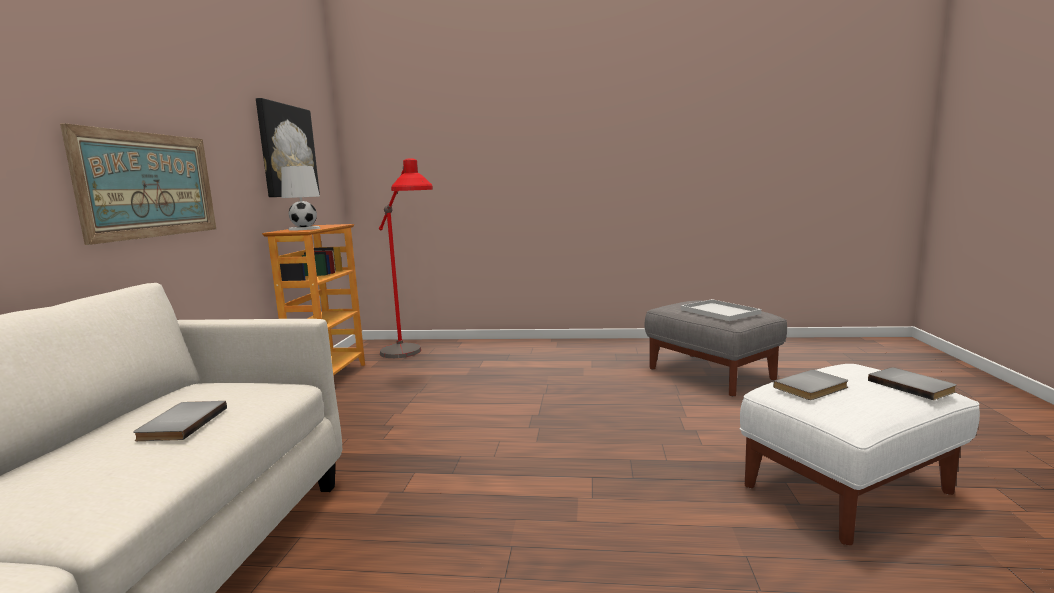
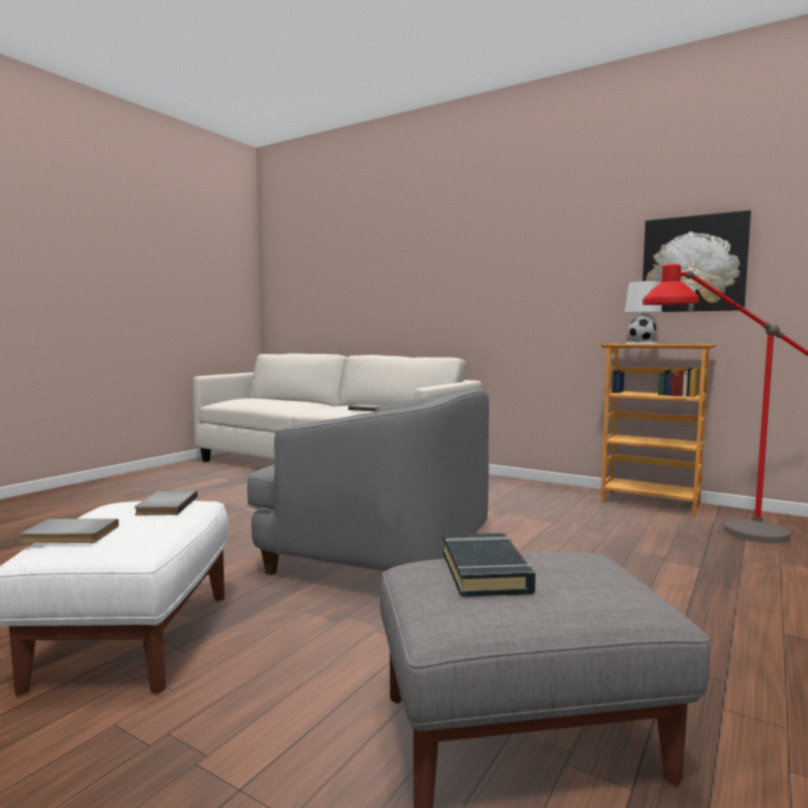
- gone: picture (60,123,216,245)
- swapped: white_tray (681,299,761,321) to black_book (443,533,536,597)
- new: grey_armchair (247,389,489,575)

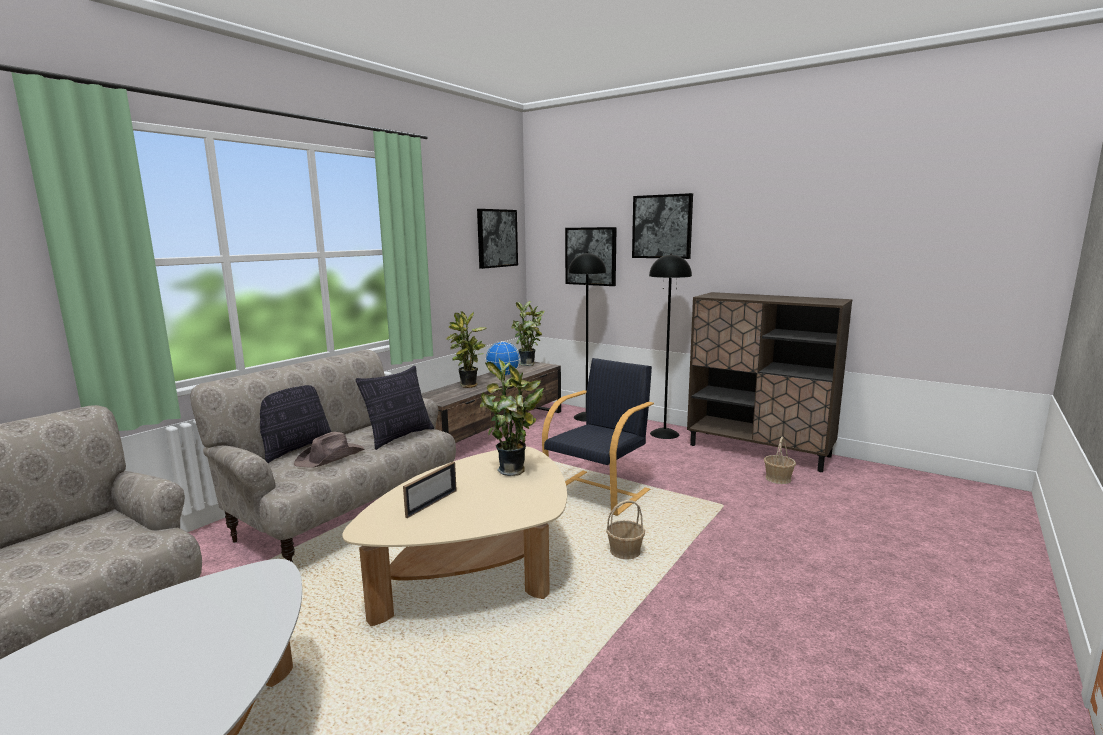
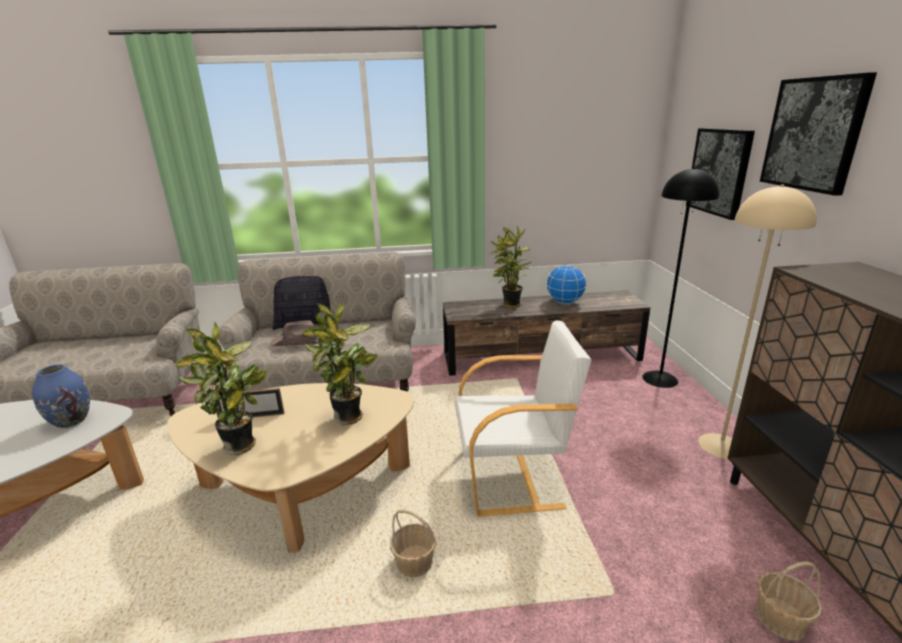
- gone: picture (477,209,518,269)
- repainted: black_floor_lamp (649,253,692,439) to beige_floor_lamp (698,185,817,459)
- shifted: potted_plant (511,301,545,366) to (175,321,267,455)
- repainted: black_armchair (542,358,654,516) to white_armchair (454,320,592,517)
- gone: pillow (355,366,434,450)
- new: blue_vase (32,364,90,428)

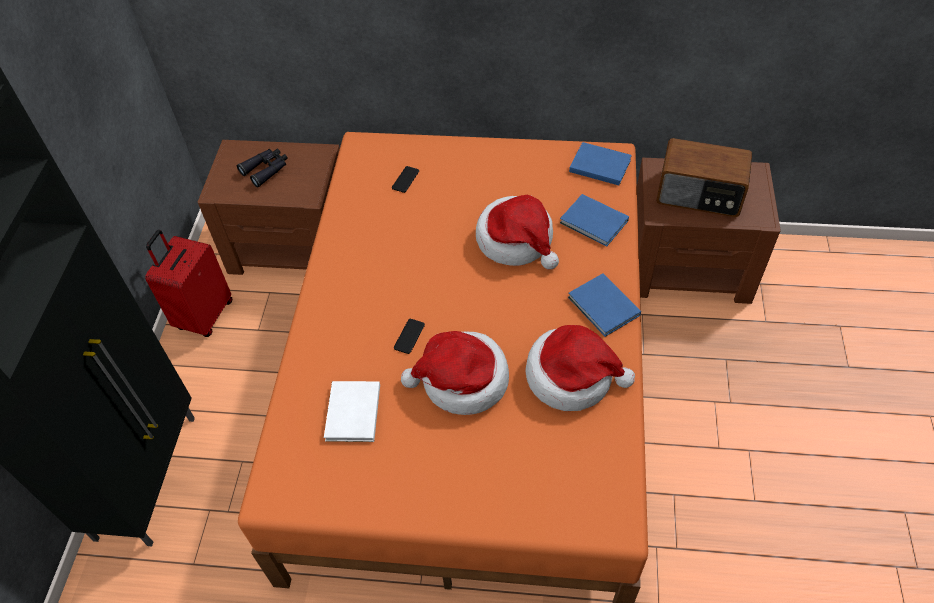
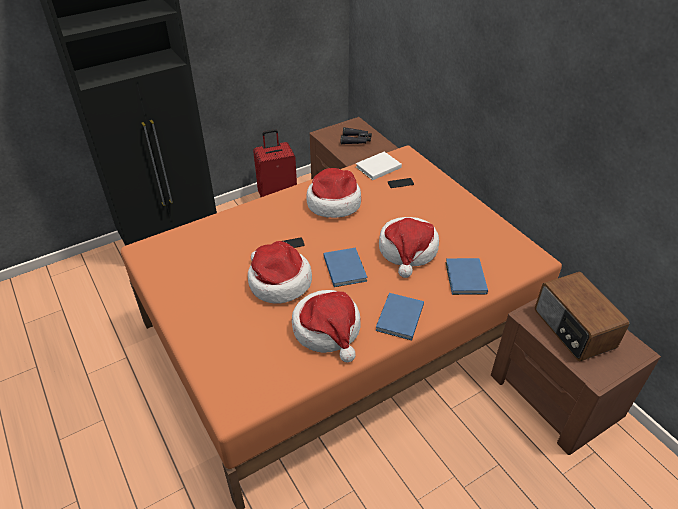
- shifted: blue_book (569,142,632,185) to (324,248,367,287)
- shifted: white_book (324,381,380,442) to (356,152,402,180)
- new: hat (307,168,361,218)

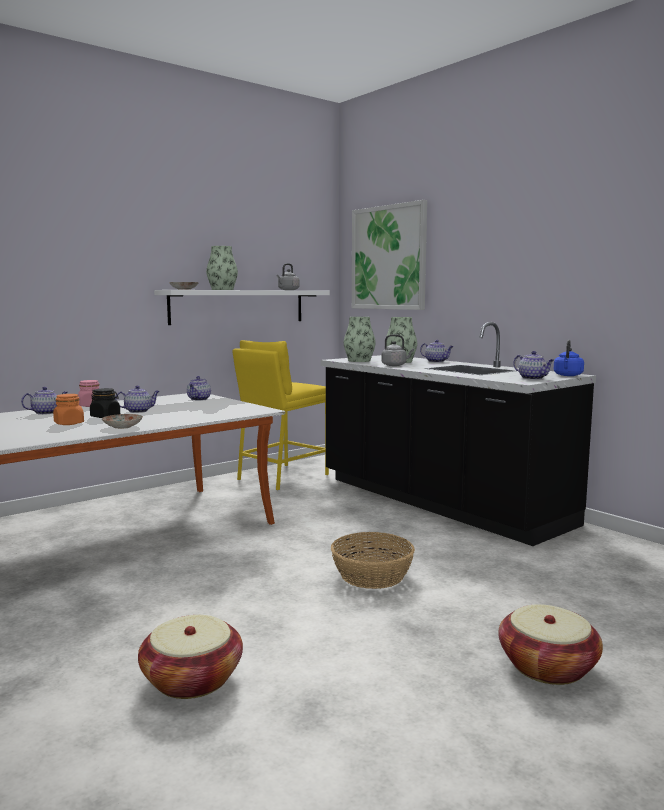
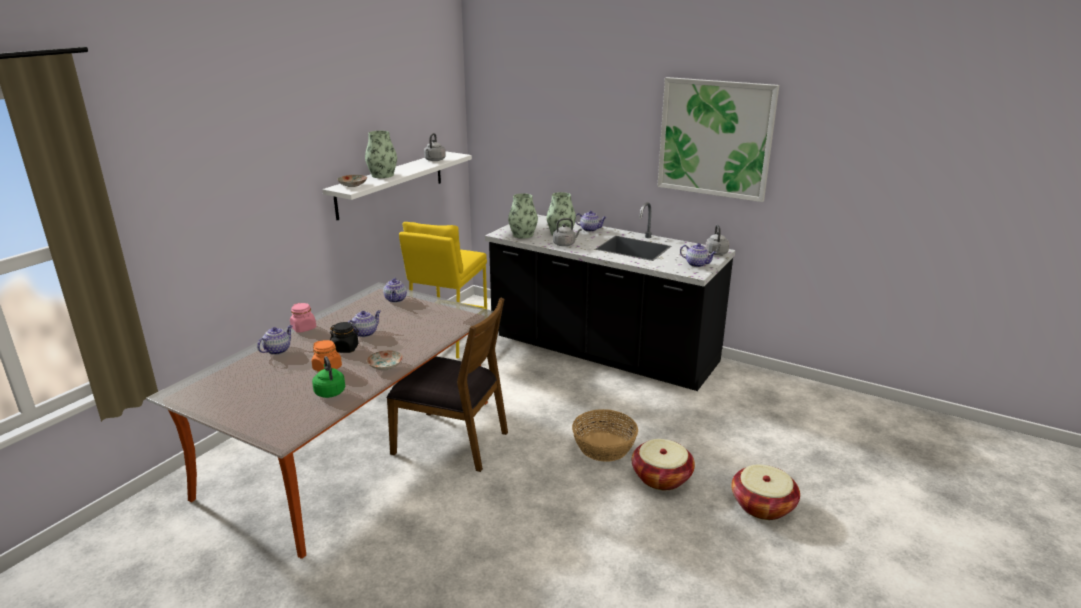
- shifted: picture (352,200,427,310) to (657,77,779,202)
- repainted: blue_kettle (554,340,584,376) to grey_kettle (705,225,729,255)
- shifted: basket (138,615,243,699) to (632,439,695,490)
- new: brown_chair (386,297,508,472)
- new: green_kettle (312,356,345,398)

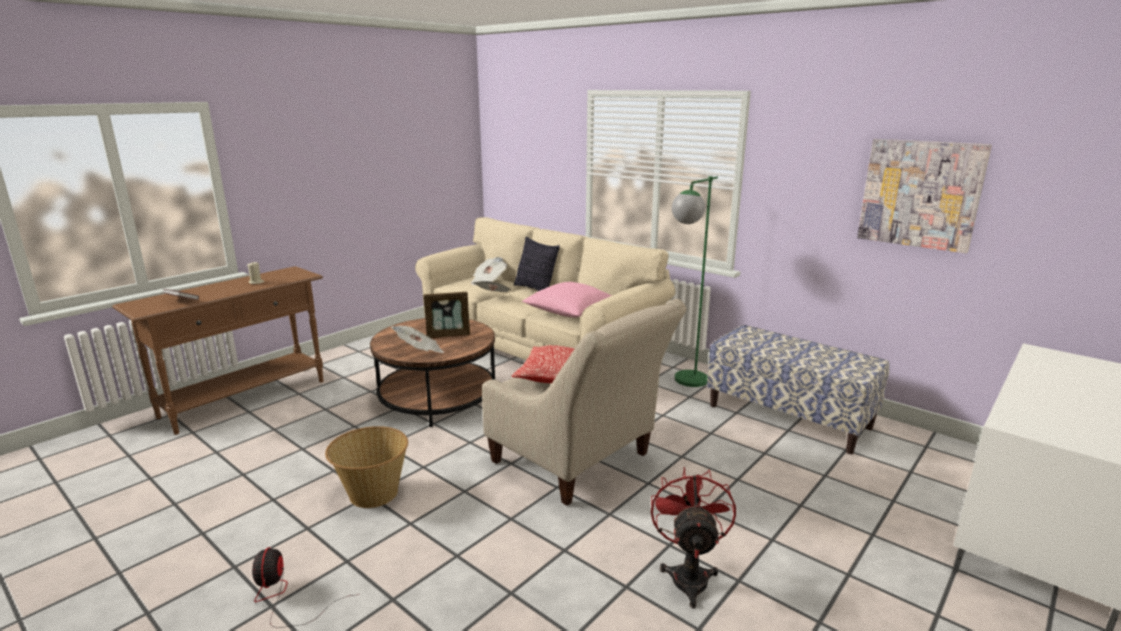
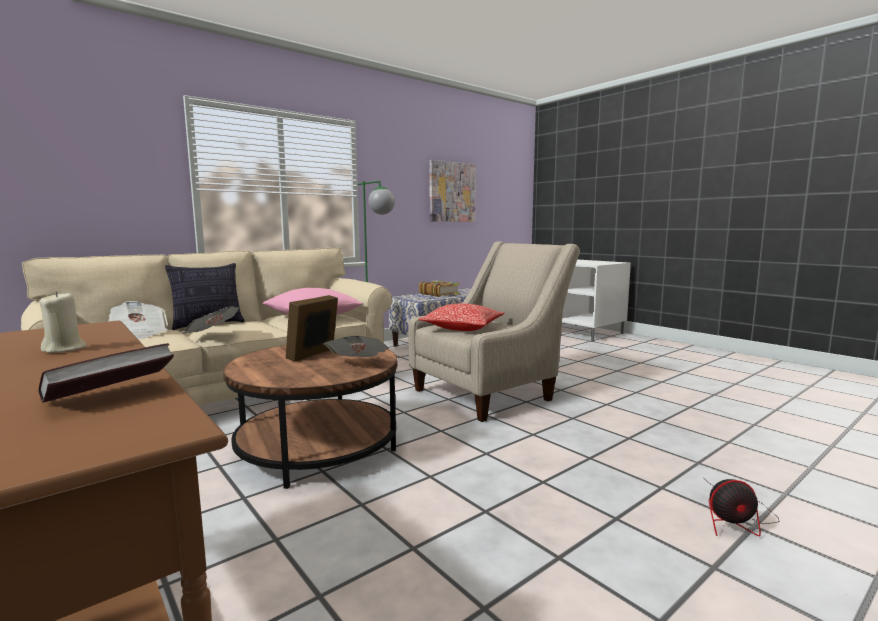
- rotated: picture_frame (424,292,470,338) = (286,295,338,362) 150 degrees counterclockwise
- gone: basket (325,426,408,508)
- gone: red_fan (651,467,736,608)
- new: book (419,280,459,297)

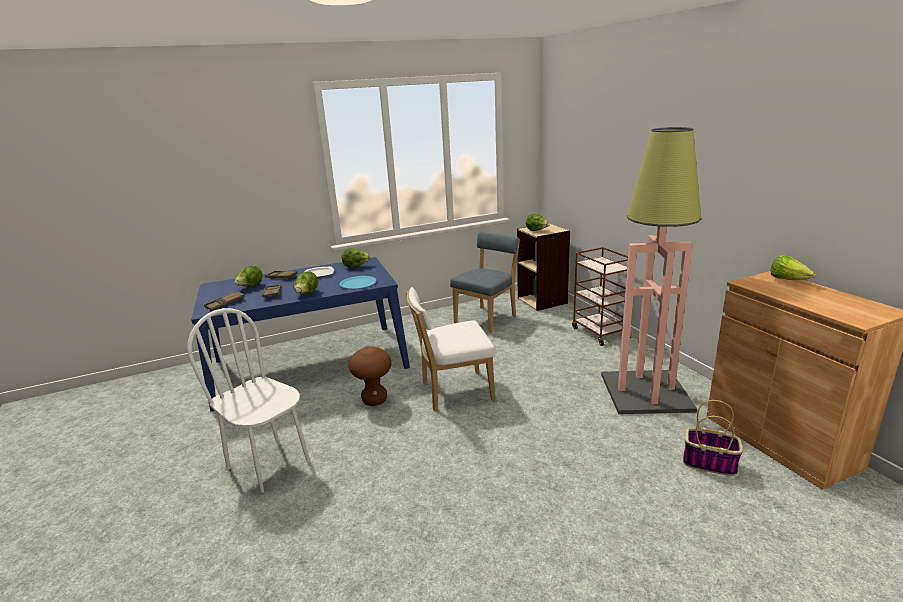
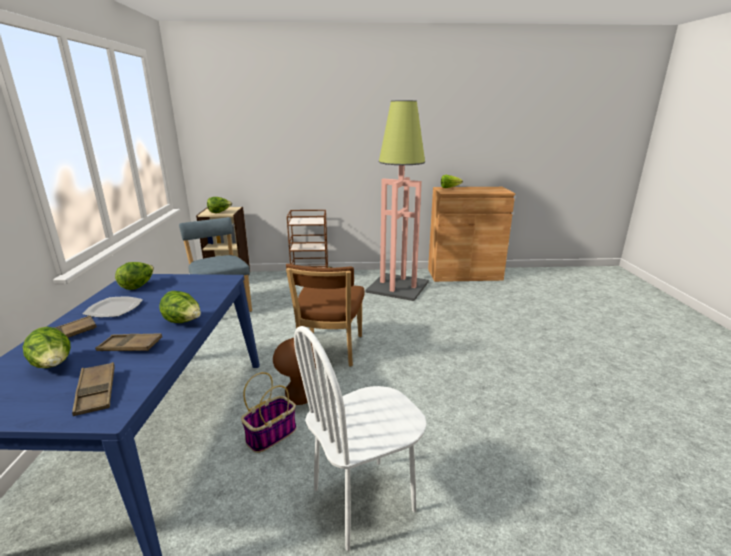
- gone: blue_plate (340,276,376,289)
- repainted: white_chair (406,287,495,411) to brown_chair (286,264,365,366)
- shifted: basket (683,400,743,476) to (241,372,296,453)

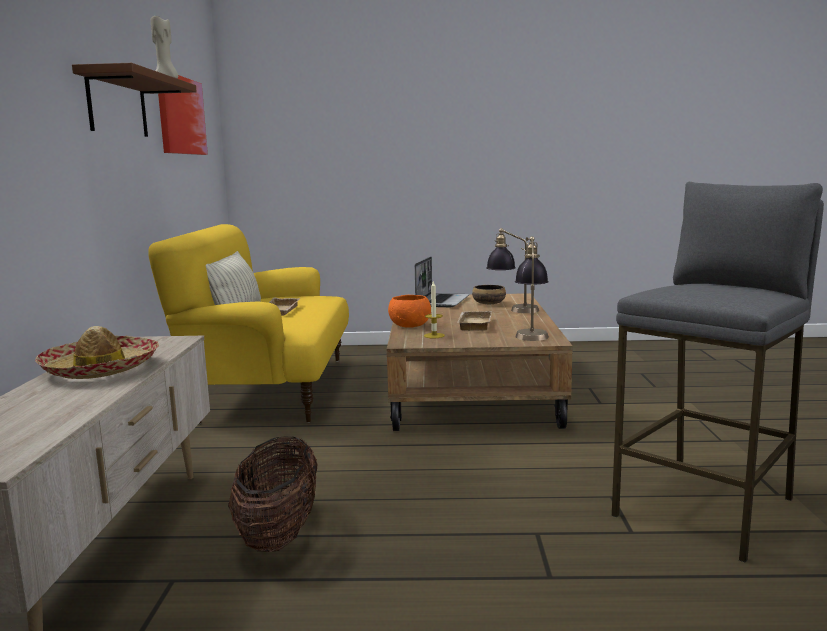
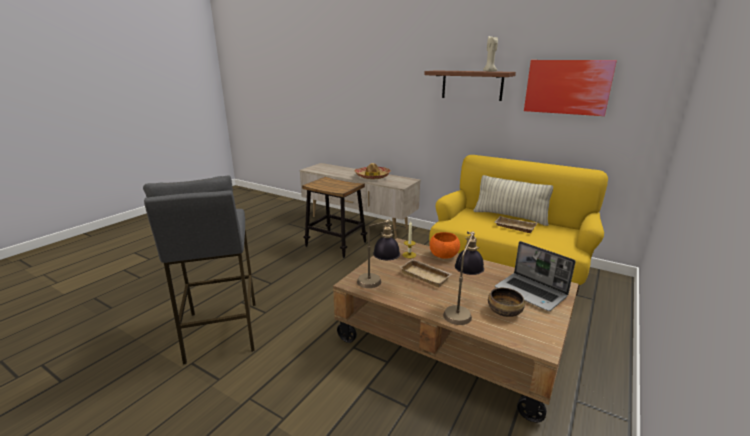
- swapped: basket (228,436,318,552) to stool (302,177,367,258)

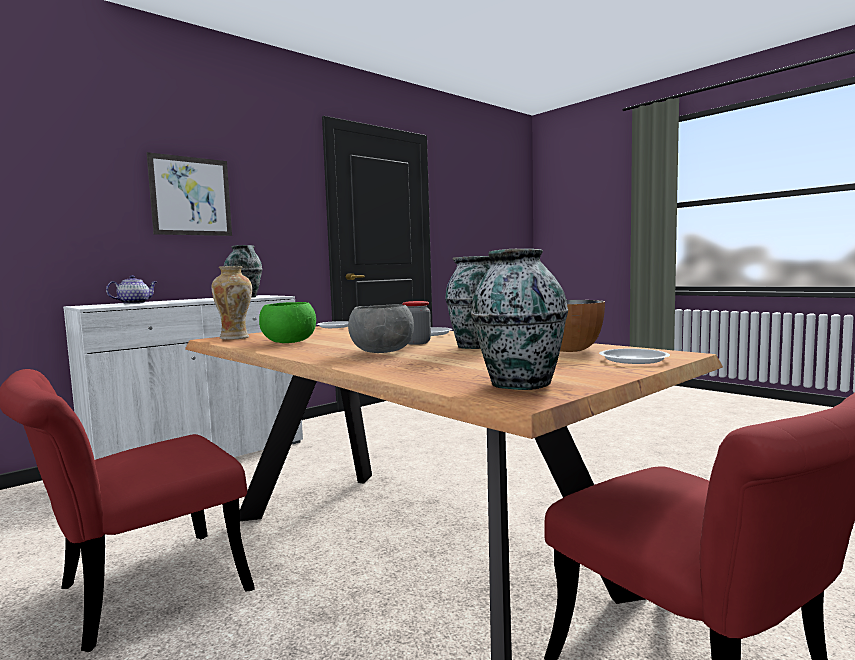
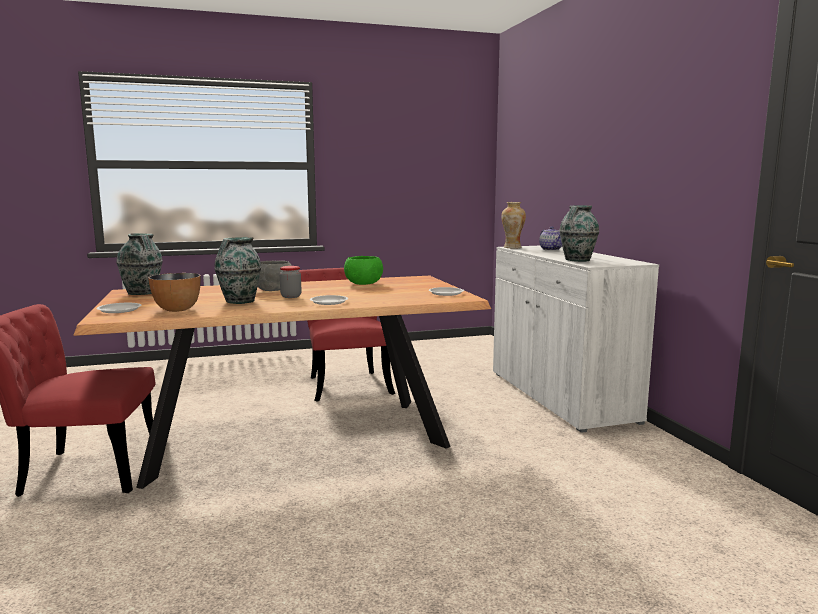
- gone: picture (147,152,232,236)
- shifted: vase (212,266,252,340) to (501,202,526,249)

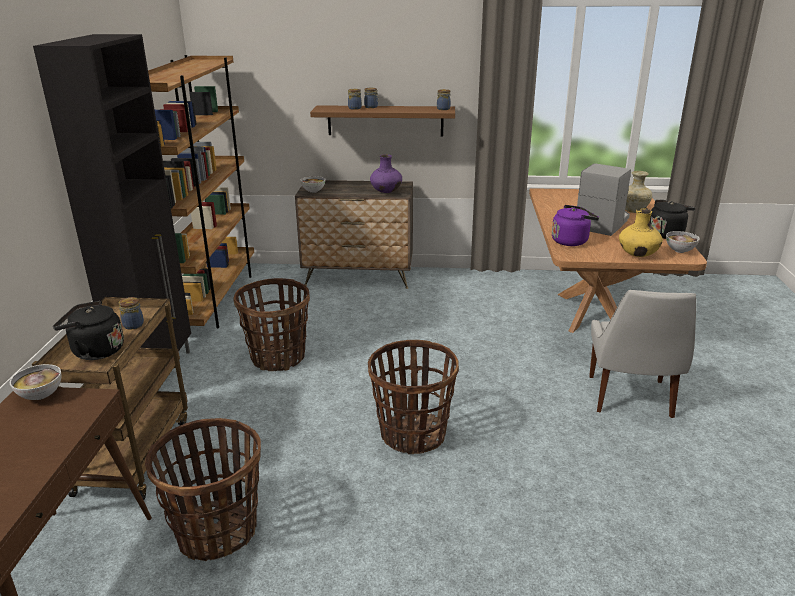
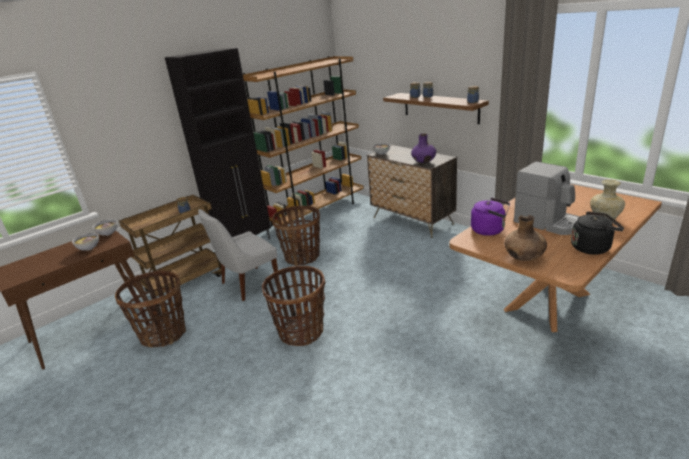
- rotated: coffee_machine (577,164,631,236) = (514,162,579,235) 60 degrees clockwise
- repainted: yellow_vase (619,208,663,257) to brown_vase (504,215,547,261)
- shifted: bowl (666,231,700,253) to (72,233,99,251)
- shifted: white_chair (589,290,696,418) to (198,209,279,301)
- gone: black_kettle (53,301,124,360)

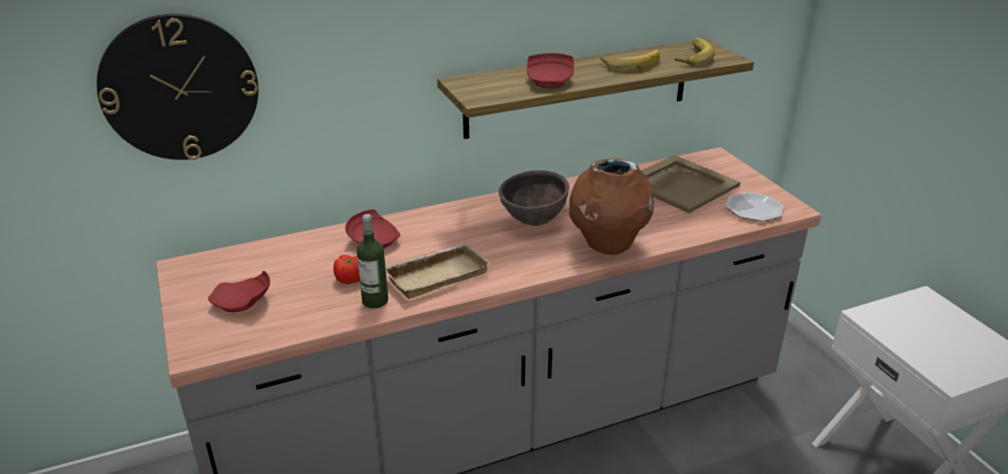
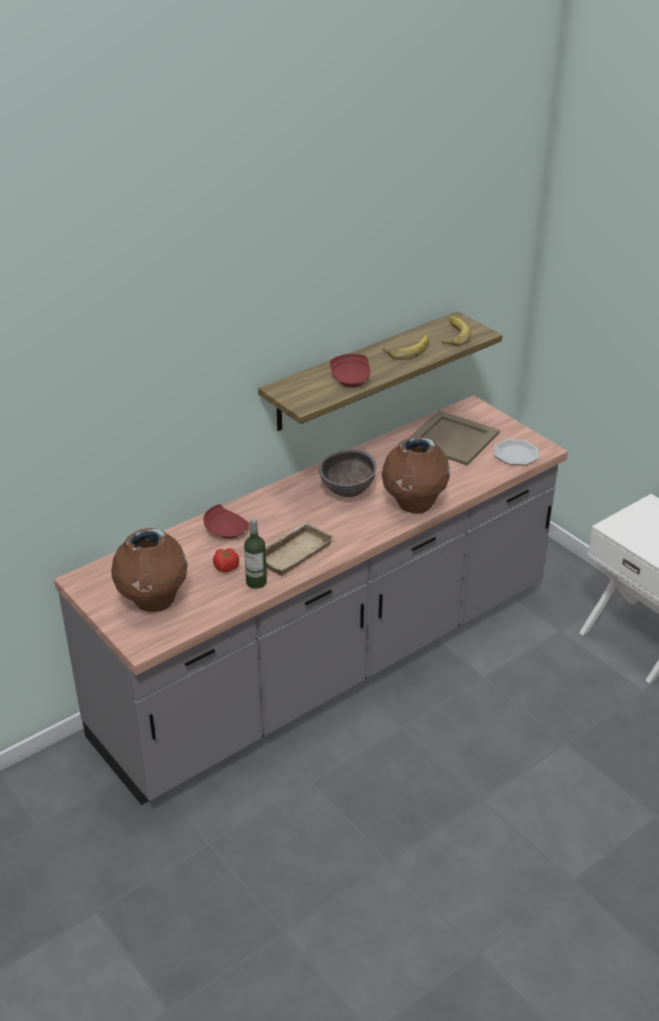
- gone: wall_clock (97,14,258,160)
- swapped: red_plate (208,271,270,312) to brown_vase (111,528,188,612)

